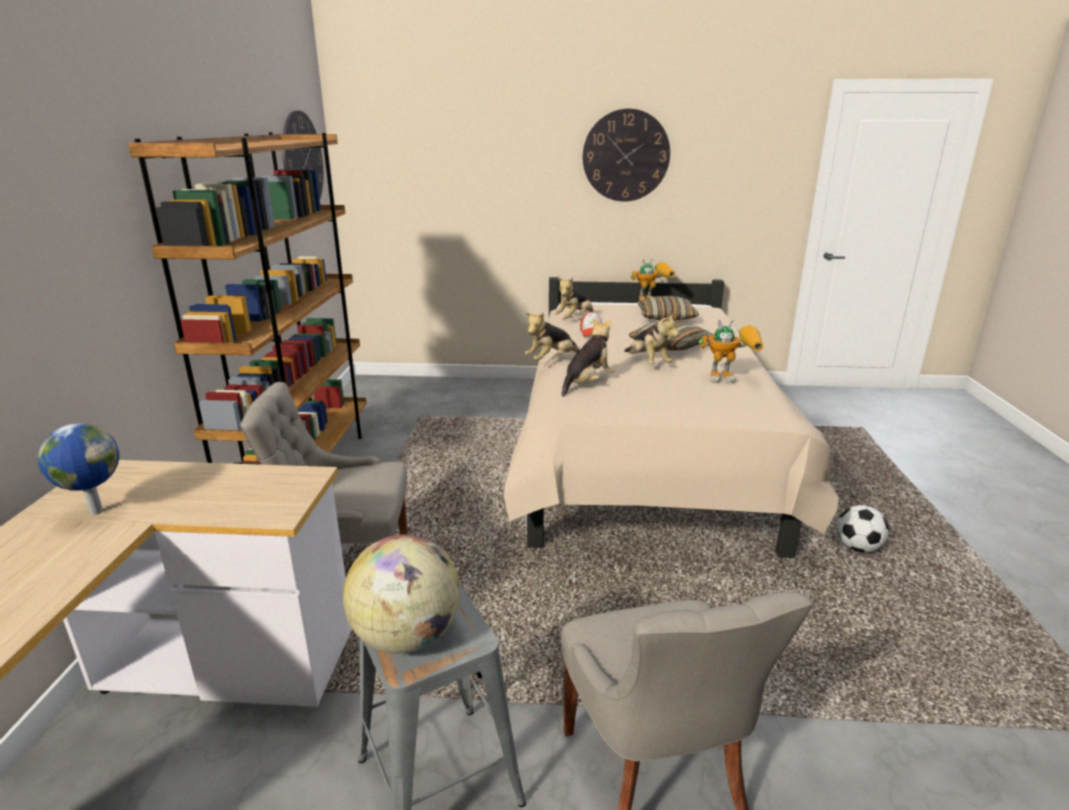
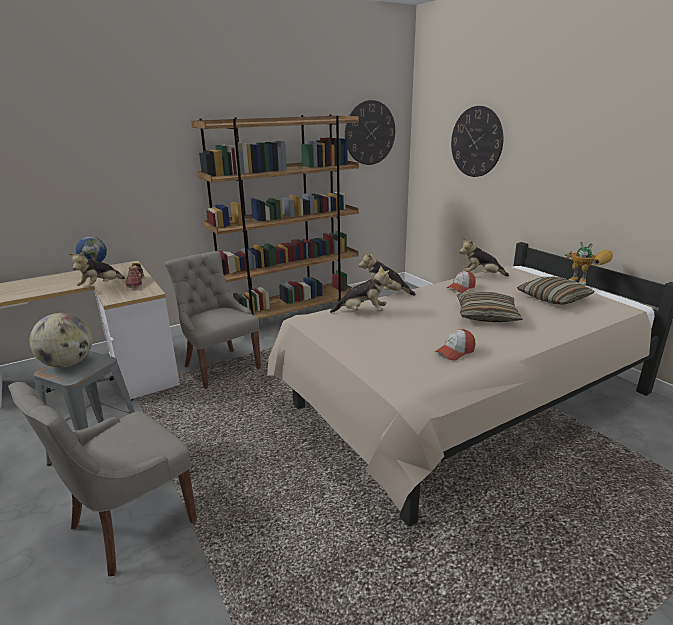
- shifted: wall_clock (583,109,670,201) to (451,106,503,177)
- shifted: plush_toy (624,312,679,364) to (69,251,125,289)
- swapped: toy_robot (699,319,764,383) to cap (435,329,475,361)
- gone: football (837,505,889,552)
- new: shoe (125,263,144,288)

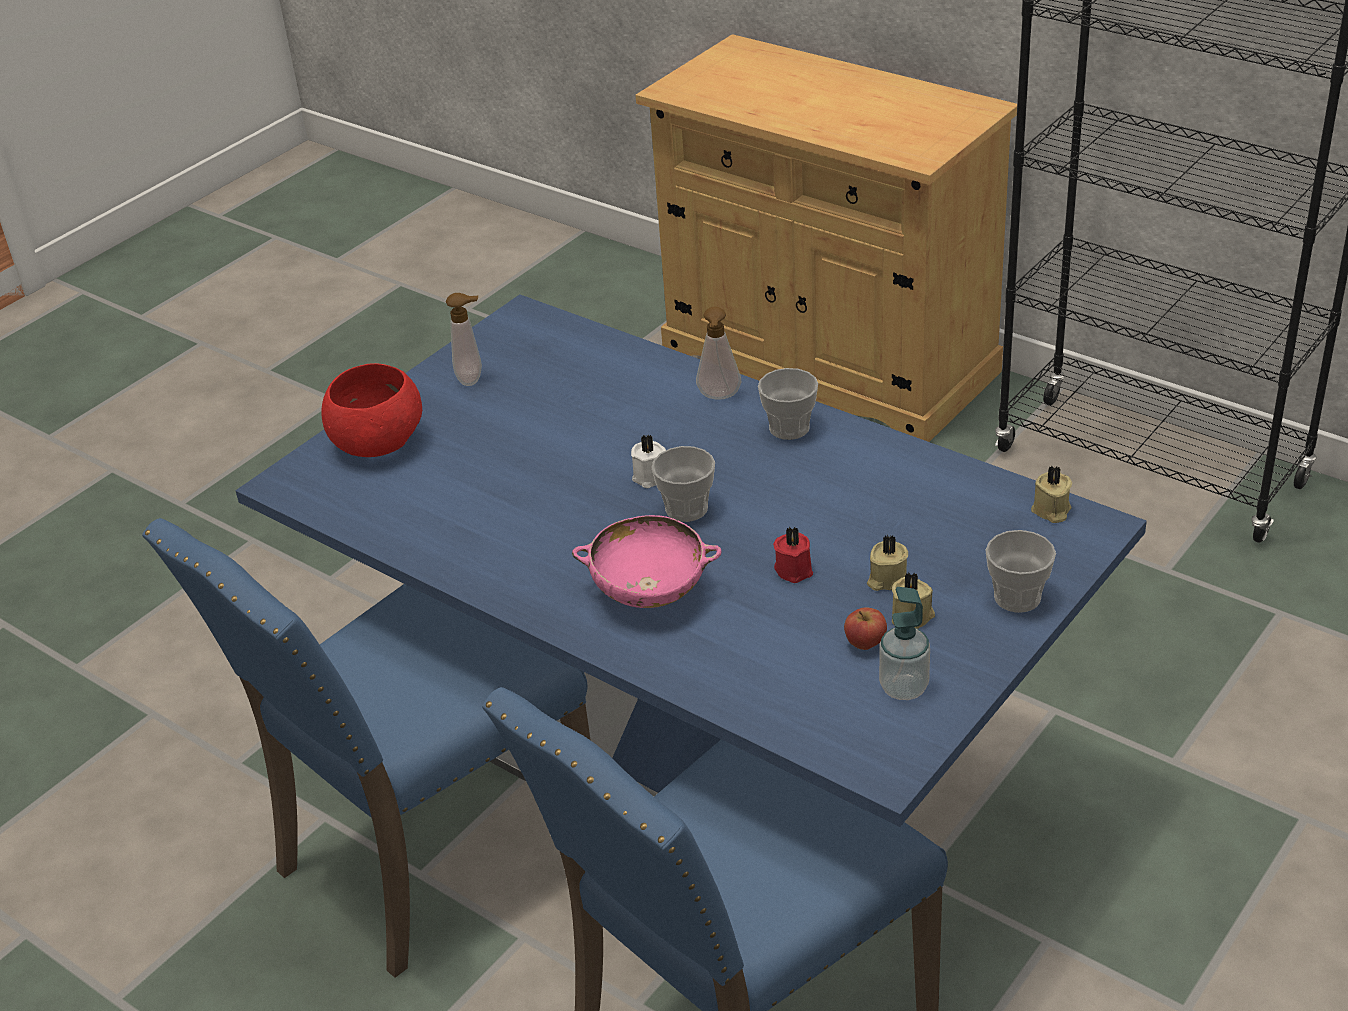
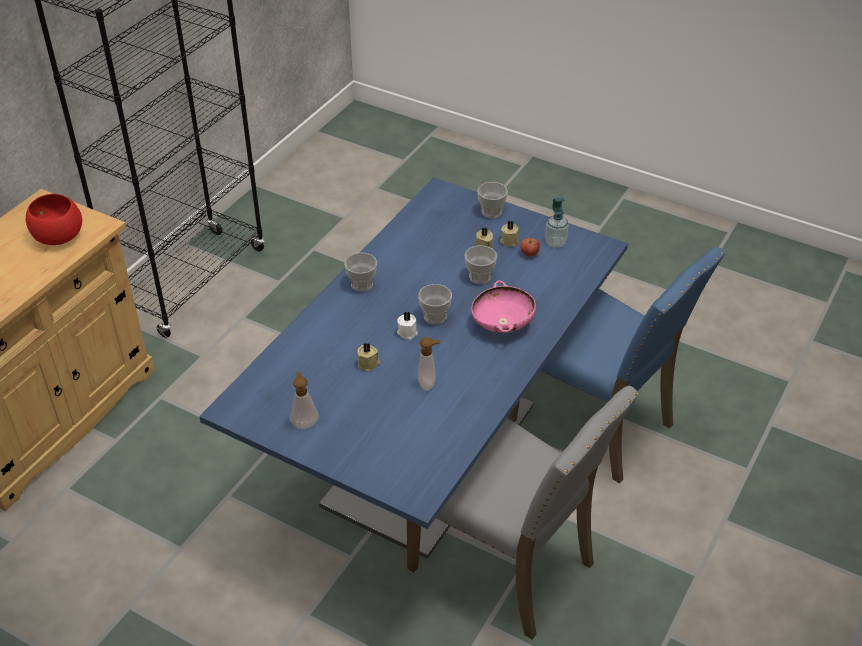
- shifted: soap_dispenser (696,306,741,400) to (418,337,440,391)
- shifted: red_bowl (321,363,422,457) to (26,194,82,245)
- shifted: beige_candle (1031,466,1072,523) to (357,343,380,372)
- repainted: blue_chair (142,518,590,978) to grey_chair (407,386,639,640)
- swapped: red_candle (773,527,813,583) to cup (465,245,497,284)

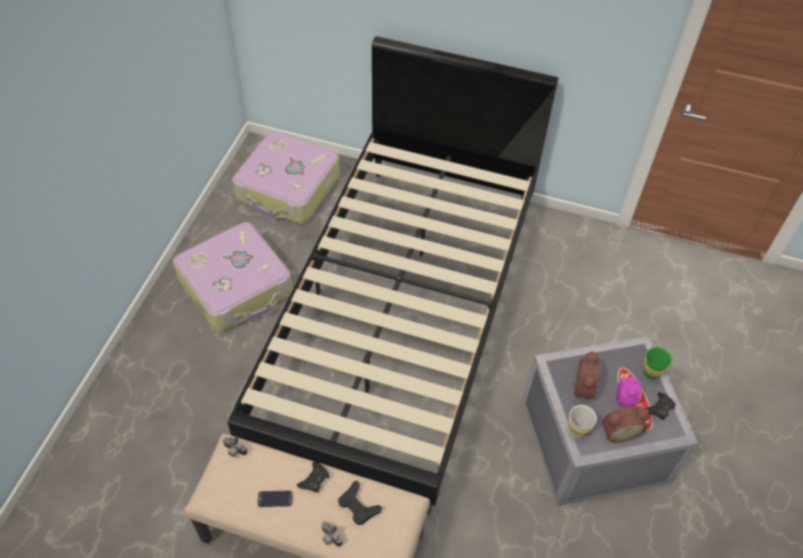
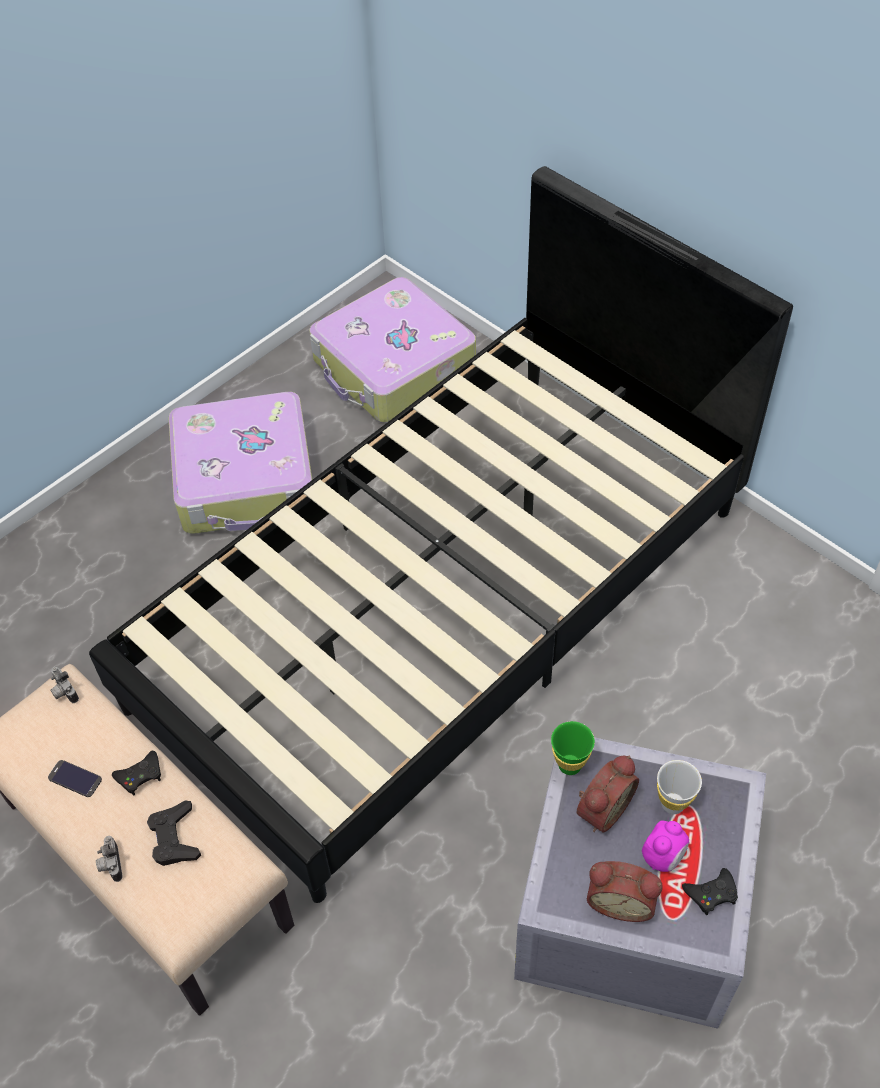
- shifted: green_cup (644,347,672,380) to (551,721,595,775)
- shifted: white_cup (569,405,597,438) to (657,760,702,814)

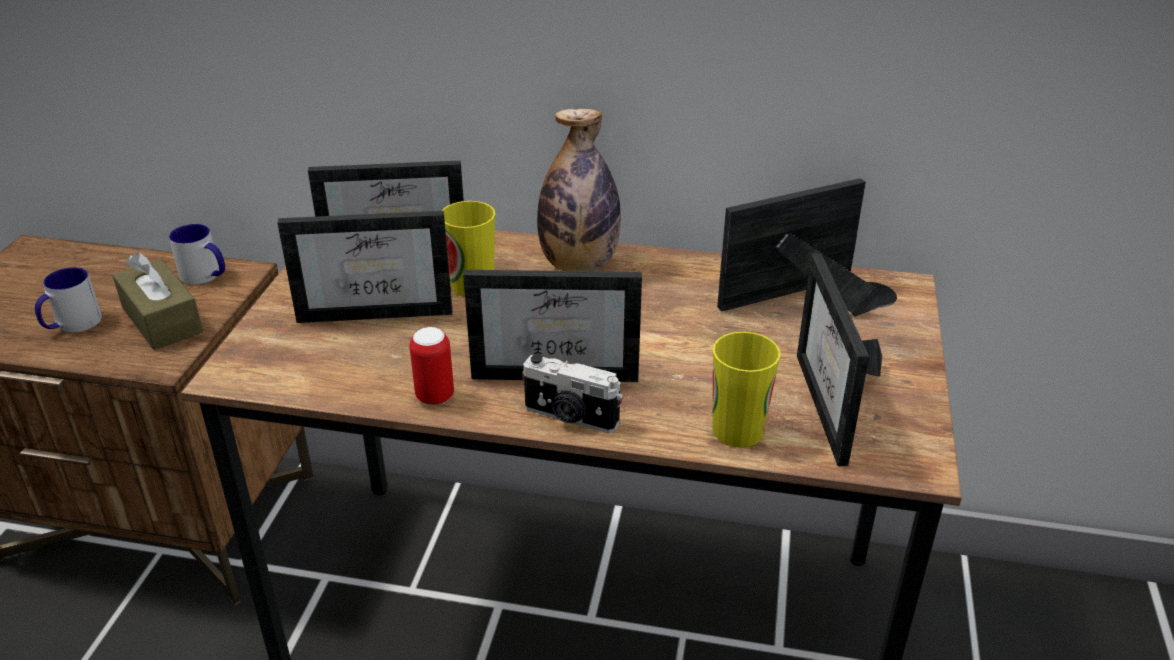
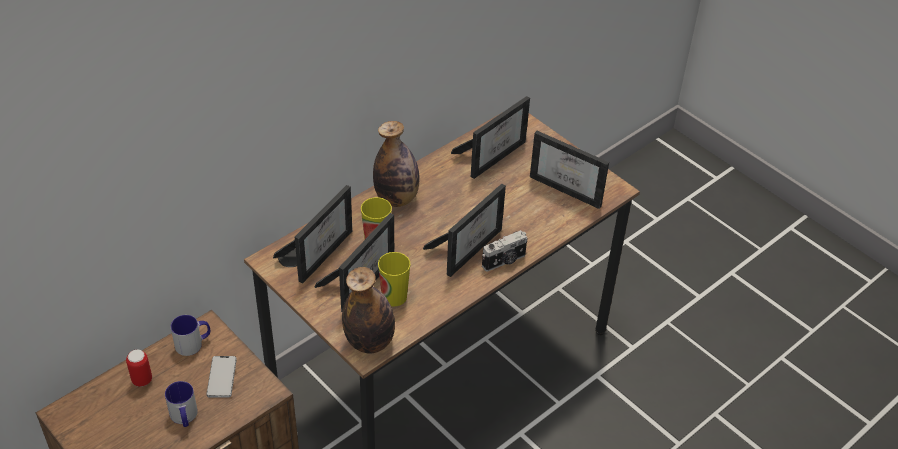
- rotated: picture_frame (717,178,877,317) = (451,96,530,179) 150 degrees counterclockwise
- swapped: brown_tissue_box (112,252,203,350) to phone (207,356,237,398)
- shifted: can (409,327,454,405) to (126,350,152,387)
- shifted: cup (712,332,780,448) to (378,252,410,306)
- new: bottle (342,267,395,354)

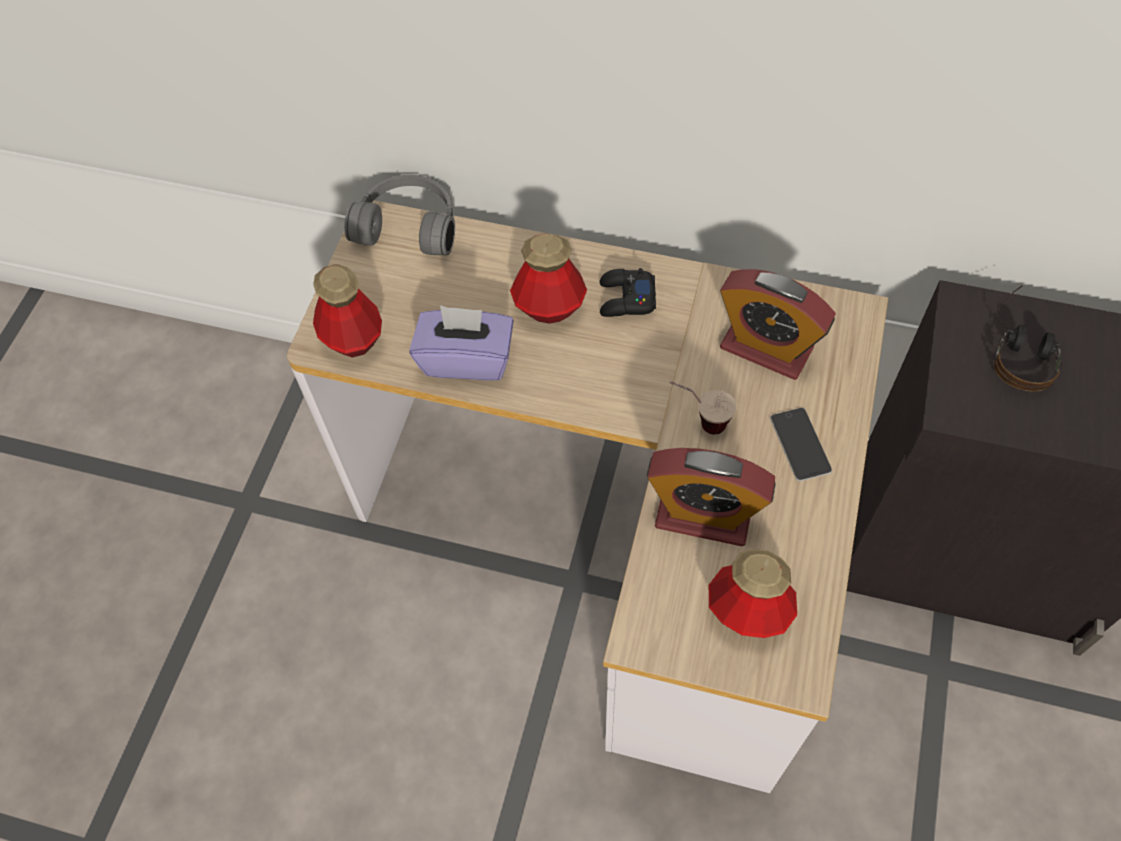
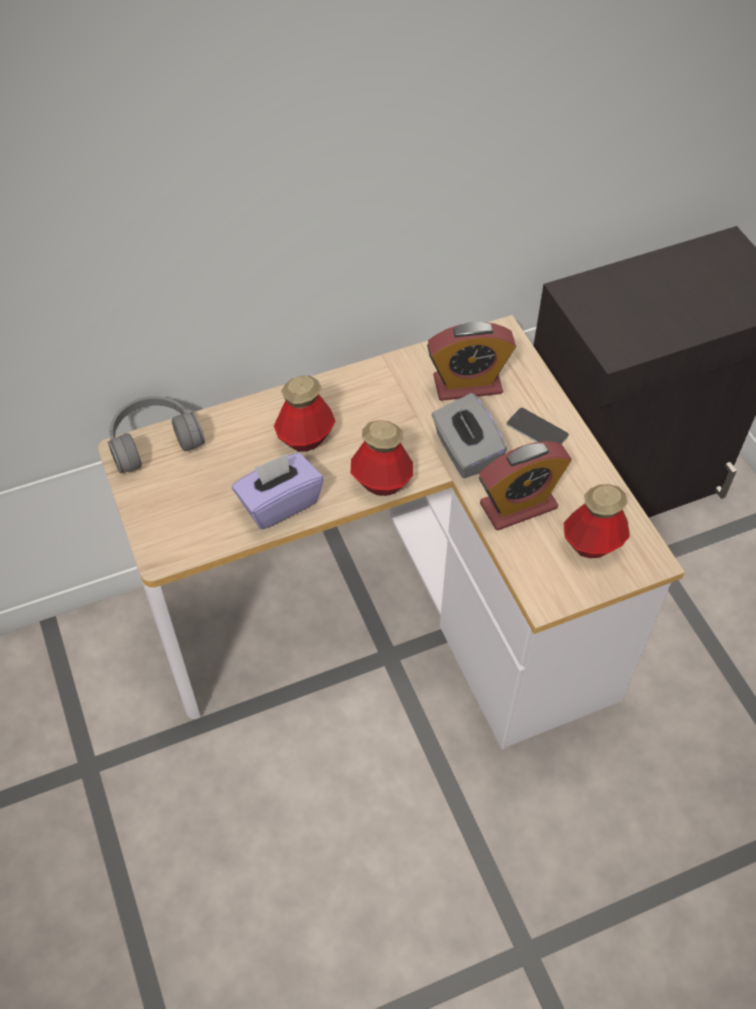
- shifted: bottle (313,264,382,358) to (351,420,413,496)
- gone: black_game_controller (600,268,656,317)
- gone: headphones (994,286,1062,392)
- swapped: cup (669,381,736,435) to grey_tissue_box (432,393,507,478)

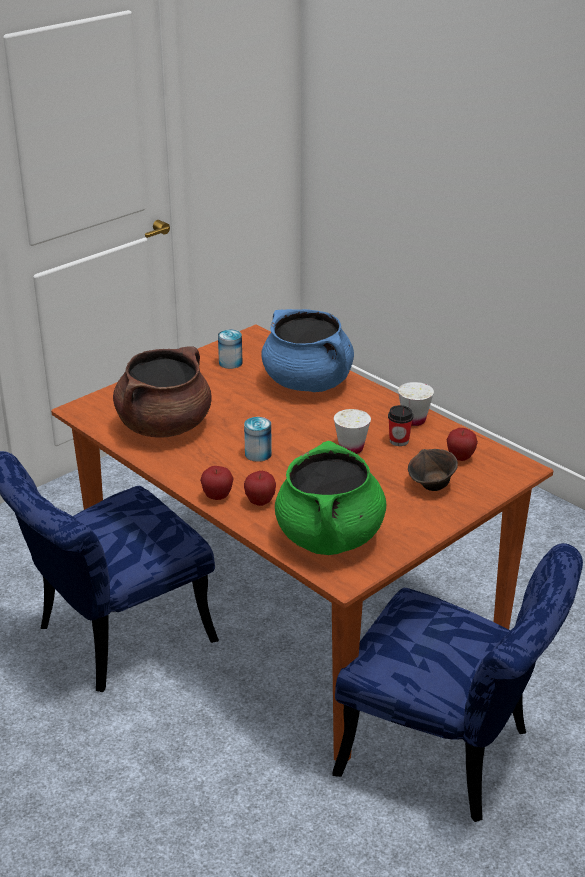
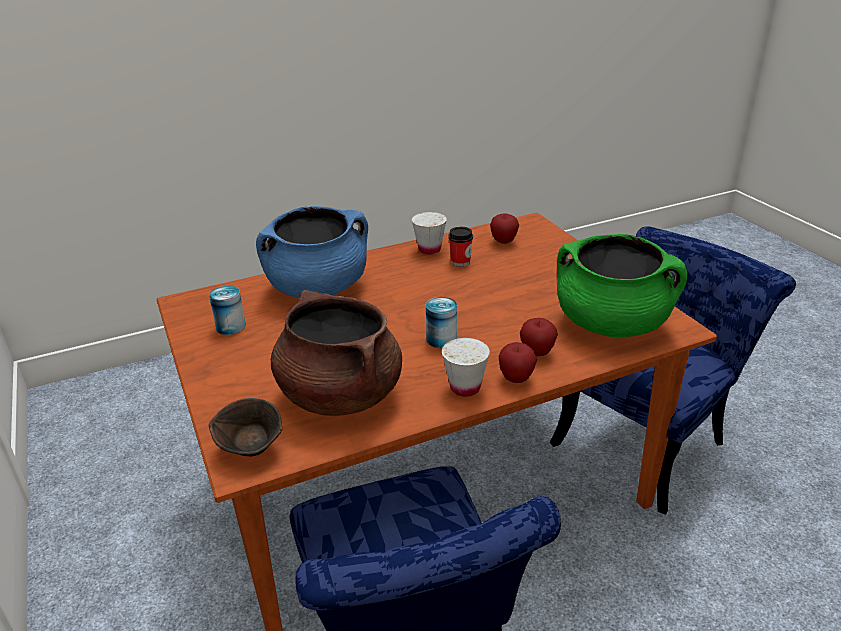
- shifted: white_cup (334,409,371,454) to (442,338,490,396)
- shifted: brown_bowl (408,449,458,491) to (209,398,283,457)

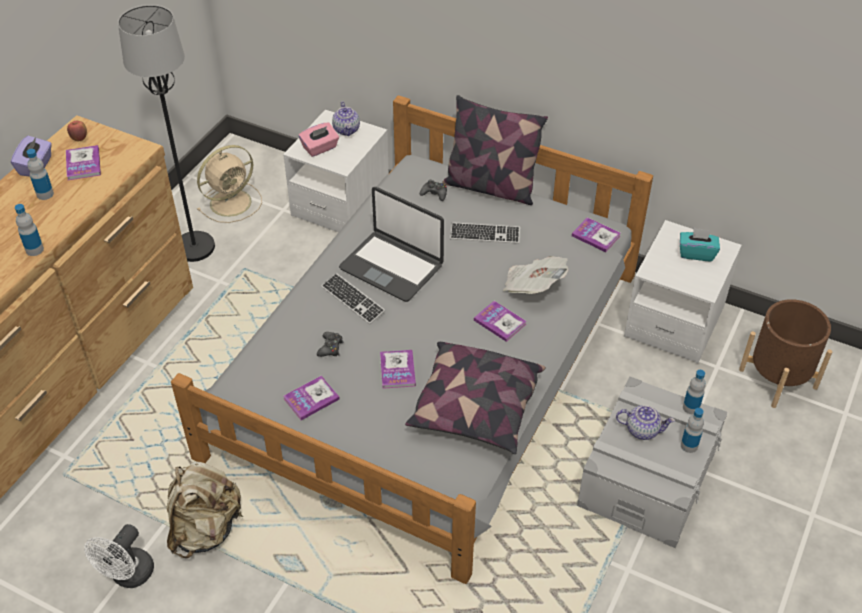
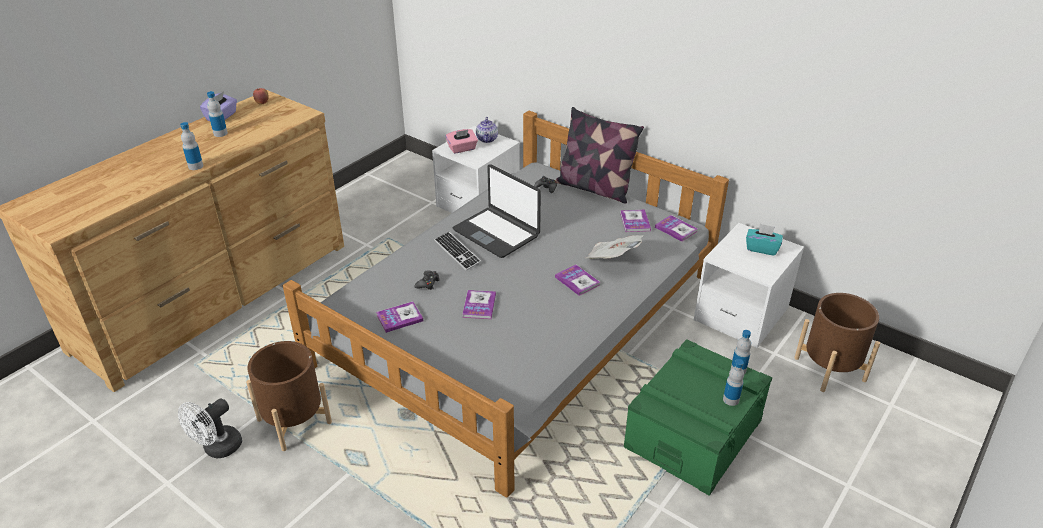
- gone: black_floor_lamp (118,5,215,262)
- shifted: book (66,145,101,180) to (620,210,651,232)
- gone: beige_fan (197,145,262,223)
- gone: keyboard (450,222,520,244)
- gone: pillow (405,342,546,454)
- repainted: grey_storage_box (577,376,728,548) to green_storage_box (624,339,772,496)
- gone: teapot (616,405,675,440)
- swapped: beige_backpack (167,461,243,558) to brown_planter (246,341,332,451)

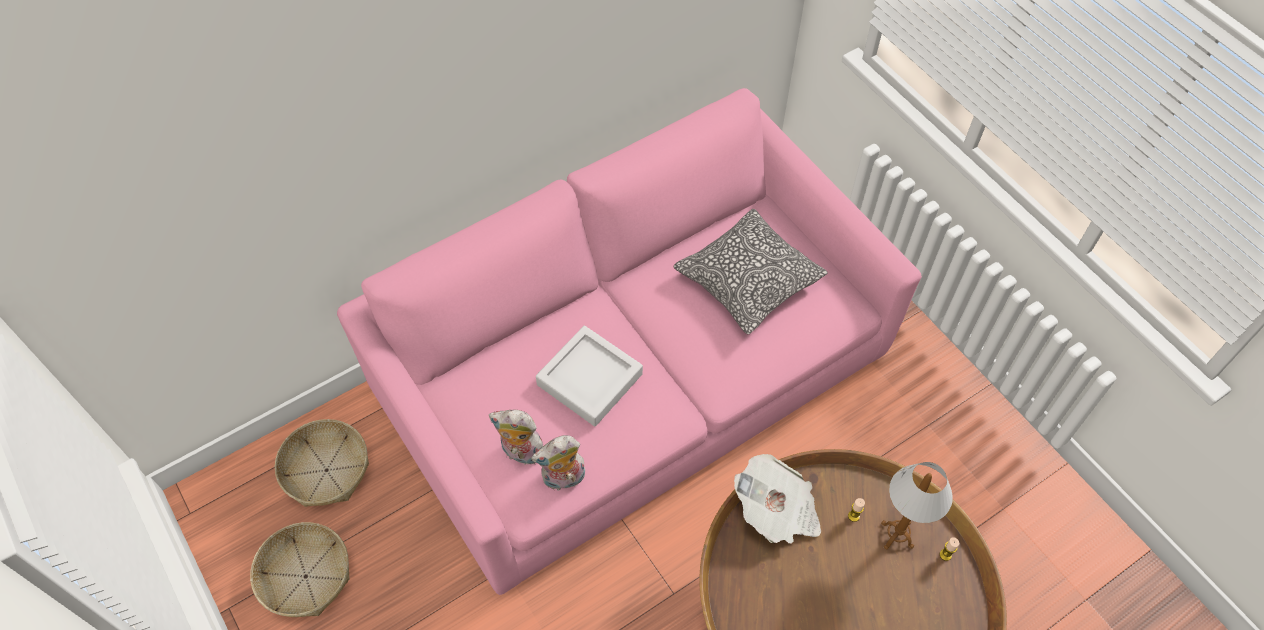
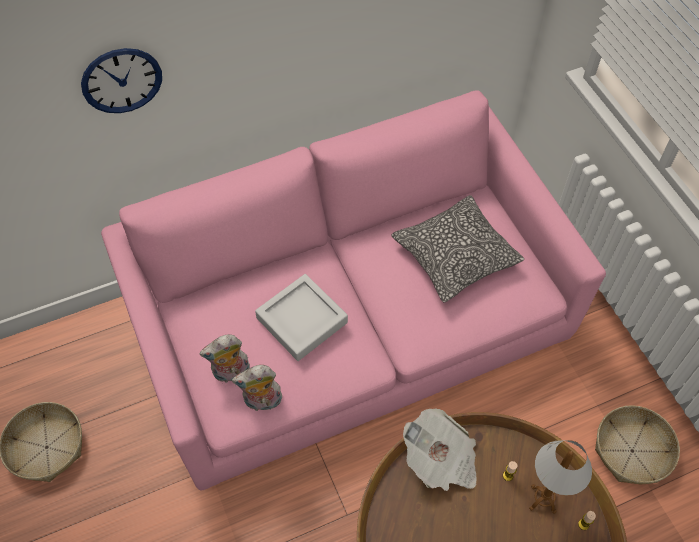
- rotated: plush_toy (489,410,543,464) = (199,334,250,383) 45 degrees counterclockwise
- shifted: basket (275,419,369,507) to (595,405,680,484)
- new: wall_clock (81,48,162,113)

